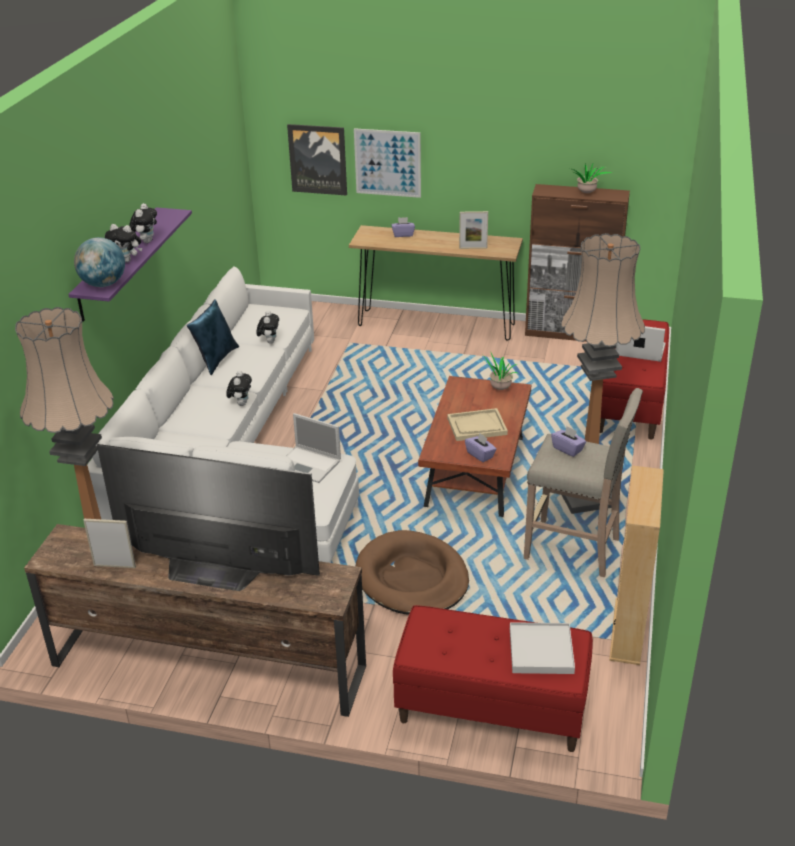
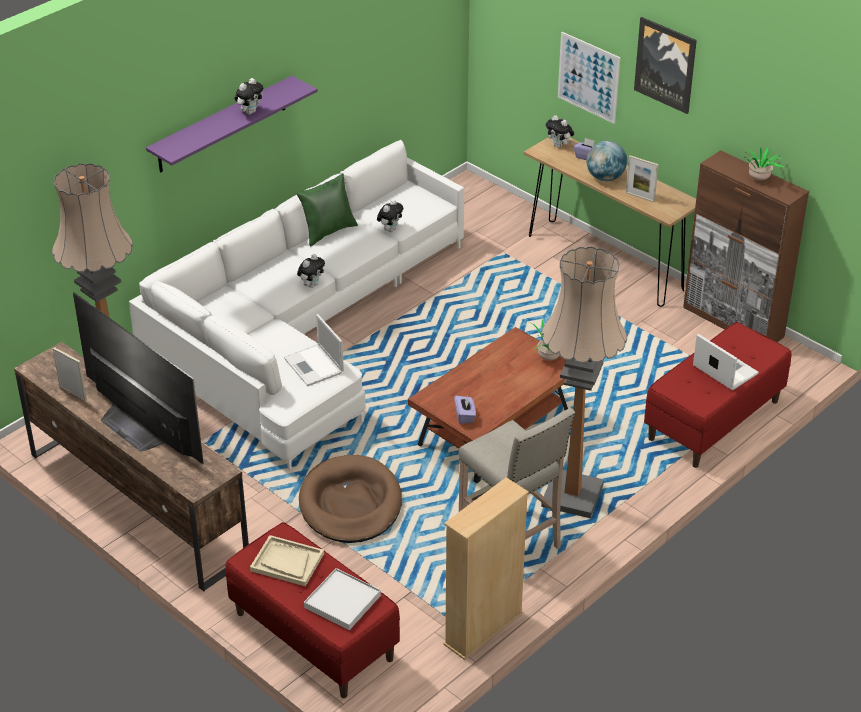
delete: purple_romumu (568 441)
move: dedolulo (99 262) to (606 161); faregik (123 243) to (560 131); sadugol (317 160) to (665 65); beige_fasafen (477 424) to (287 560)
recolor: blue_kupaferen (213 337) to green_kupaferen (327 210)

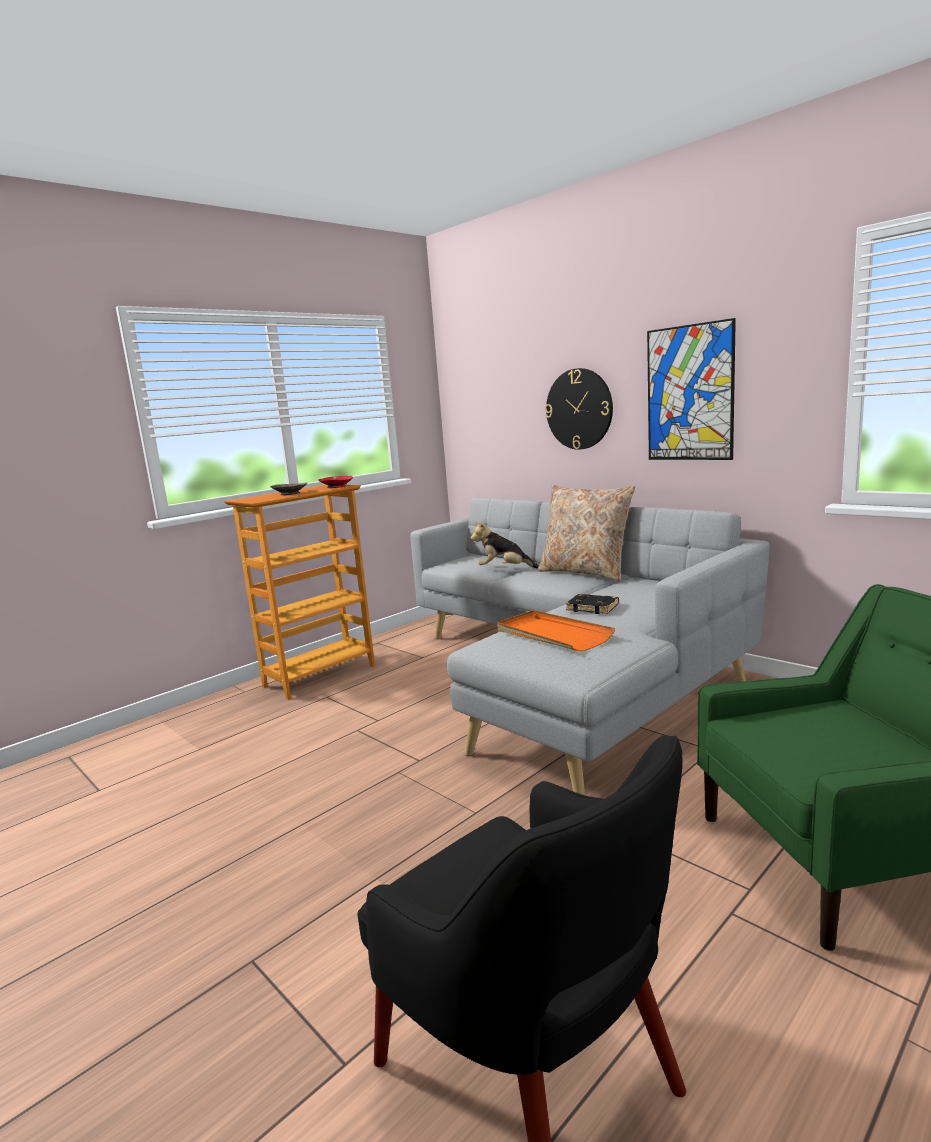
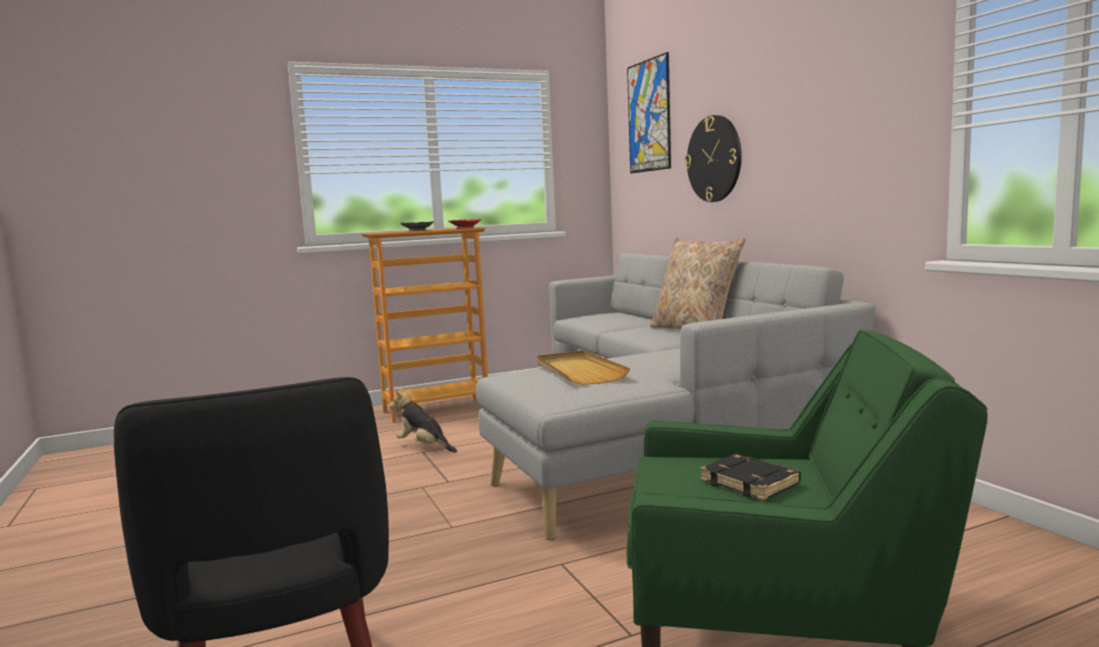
move: faregik (504 545) to (423 420); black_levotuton (592 604) to (750 477); sadugol (691 389) to (649 112)
recolor: orange_fasafen (556 631) to beige_fasafen (583 368)

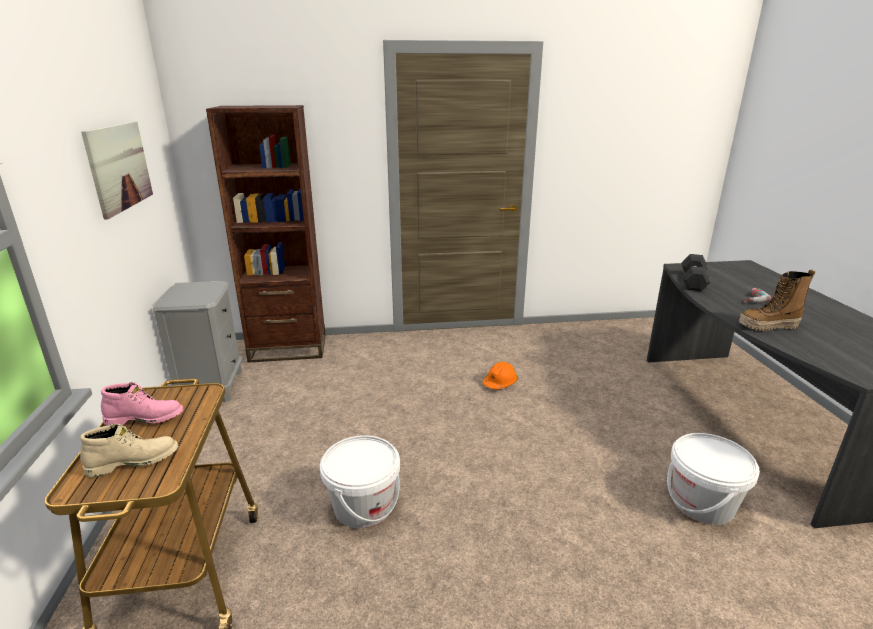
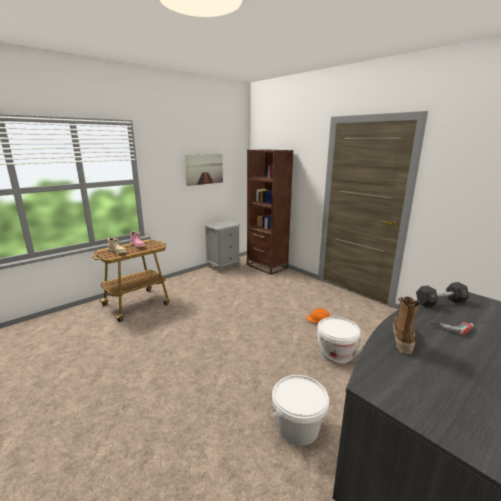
move: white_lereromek (360 481) to (339 340)
rotate: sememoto (777 300) = (406 325) 60 degrees clockwise

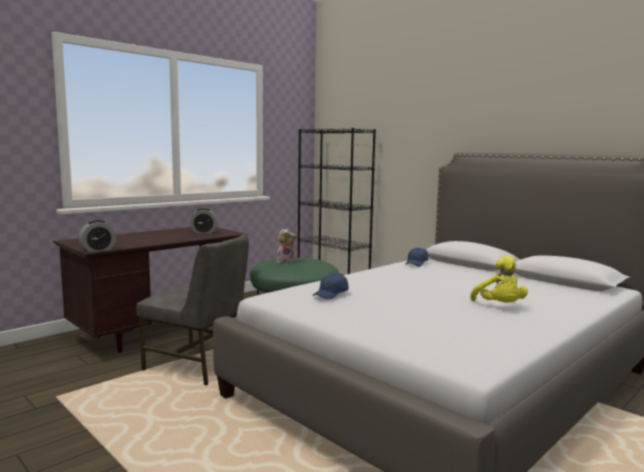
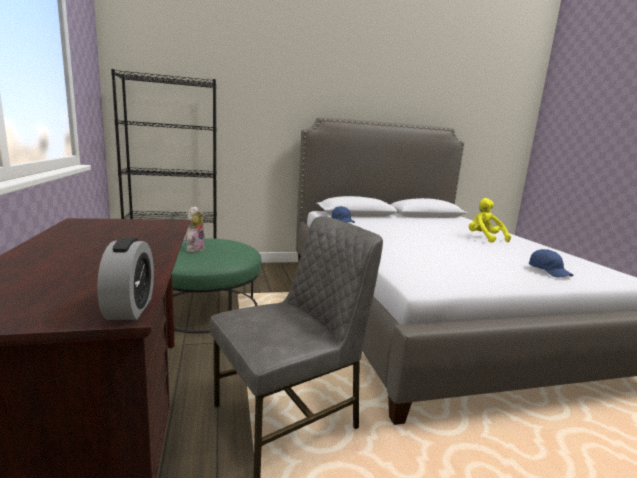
delete: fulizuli (203 220)
move: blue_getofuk (331 286) to (551 263)
rotate: yellow_faregik (499 279) = (490 220) 135 degrees counterclockwise

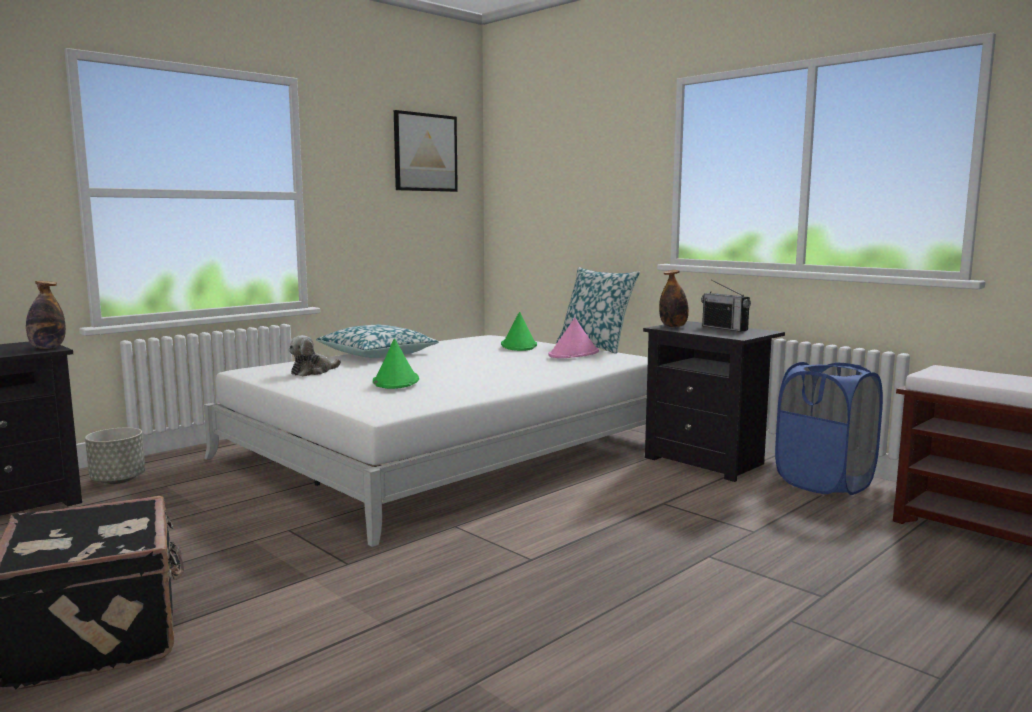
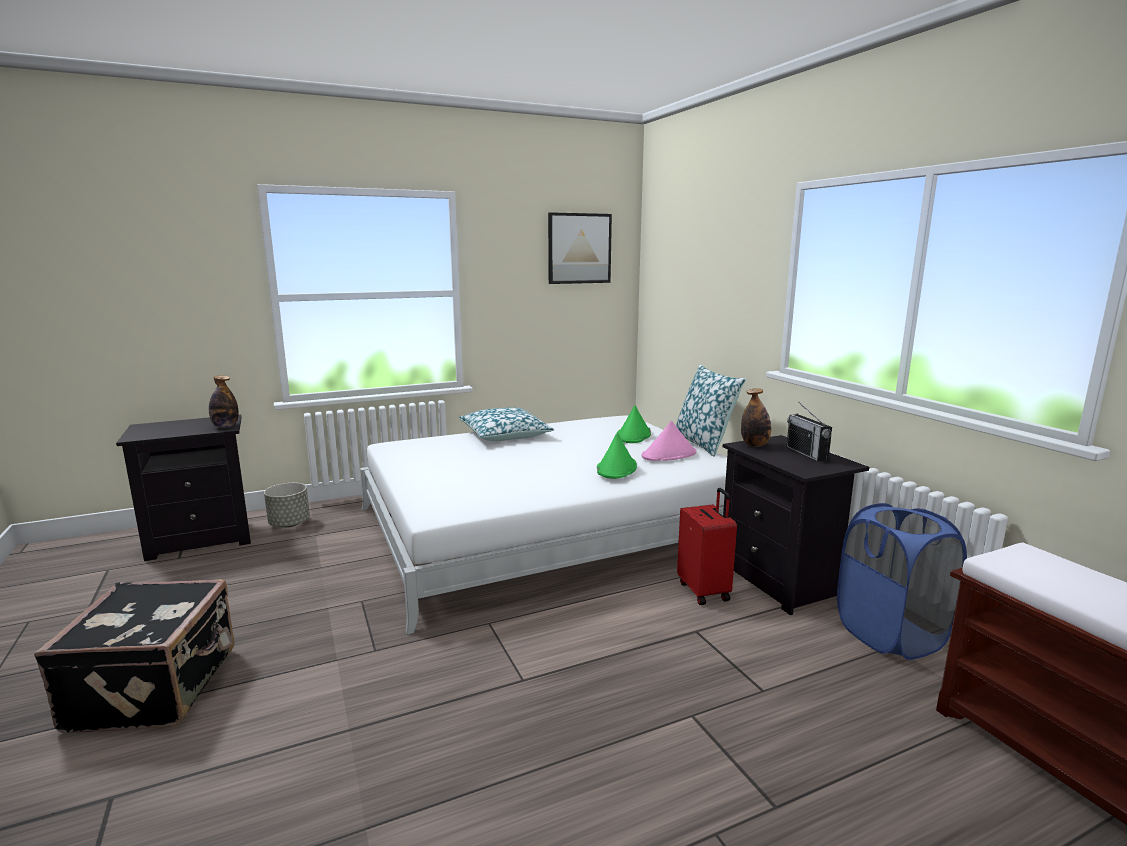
delete: faregik (315 356)
insert: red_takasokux (707 546)
move: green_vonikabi (396 364) to (617 456)

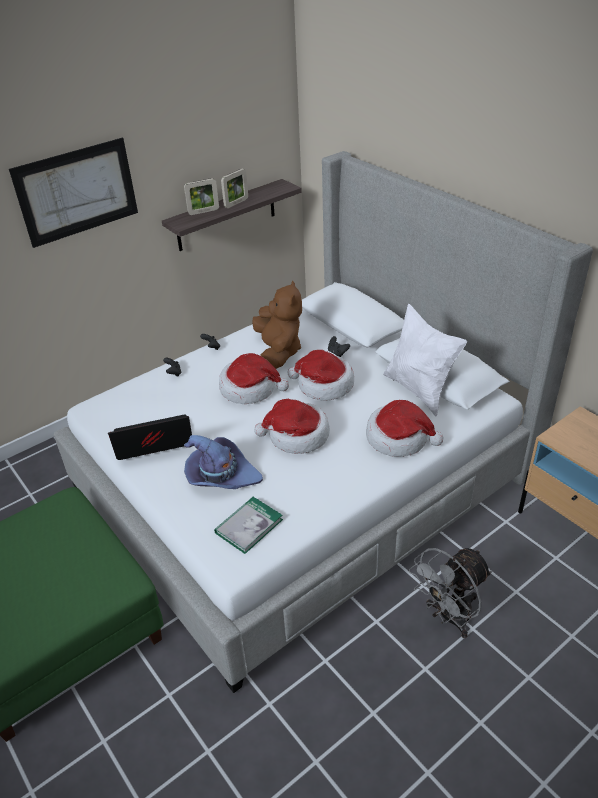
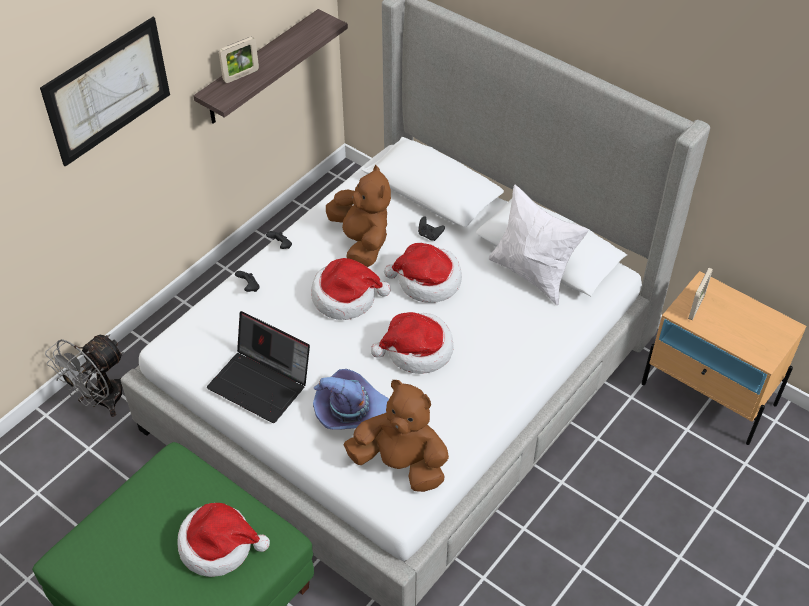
move: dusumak (234 188) to (700 294); vonikabi (405 428) to (223 540); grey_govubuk (450 593) to (84 375)
replace: levotuton (248 525) to brown_faregik (396 436)
rotate: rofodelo (150 437) = (258 367) 120 degrees counterclockwise

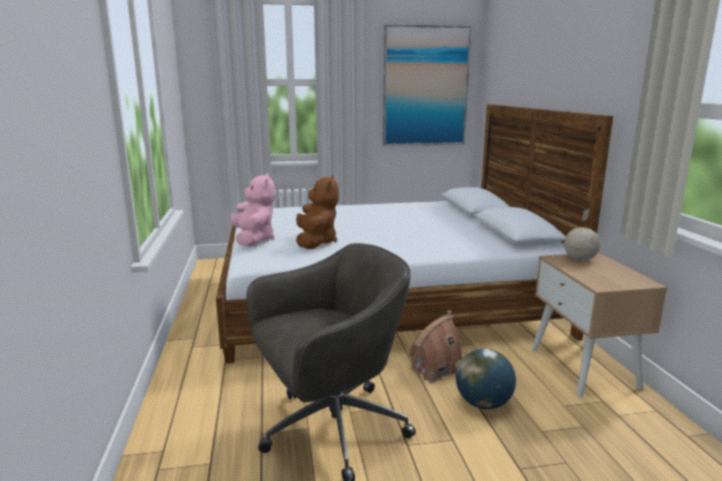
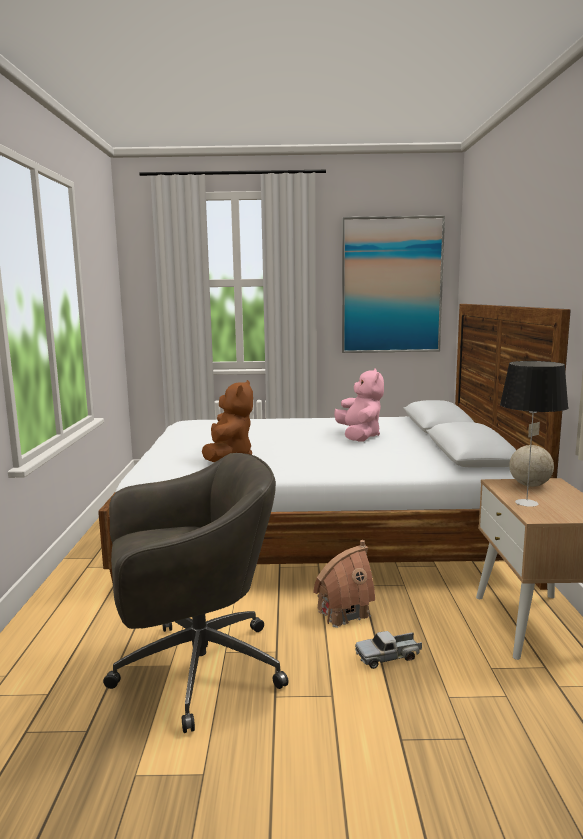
insert: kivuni (534 434)
move: pink_faregik (252 210) to (359 405)
replace: dedolulo (486 379) to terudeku (388 650)

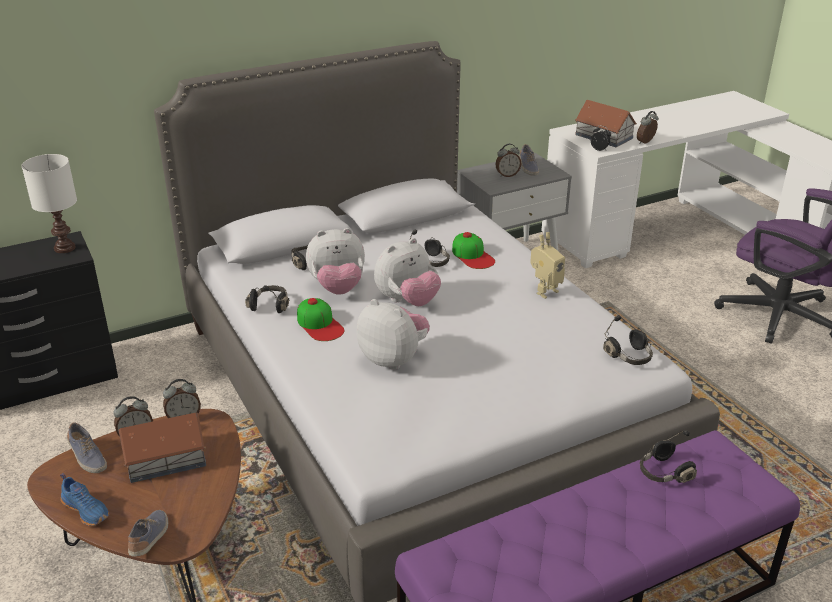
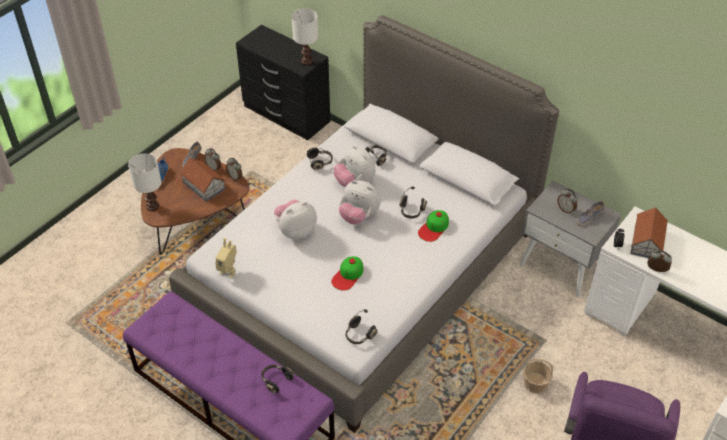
insert: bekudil (538 376)
move: getofuk (321 319) to (347 273); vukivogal (547 265) to (226 258)
replace: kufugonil (148 533) to white_kivuni (144 182)
rotate: faregik (393 334) = (295 219) 135 degrees counterclockwise

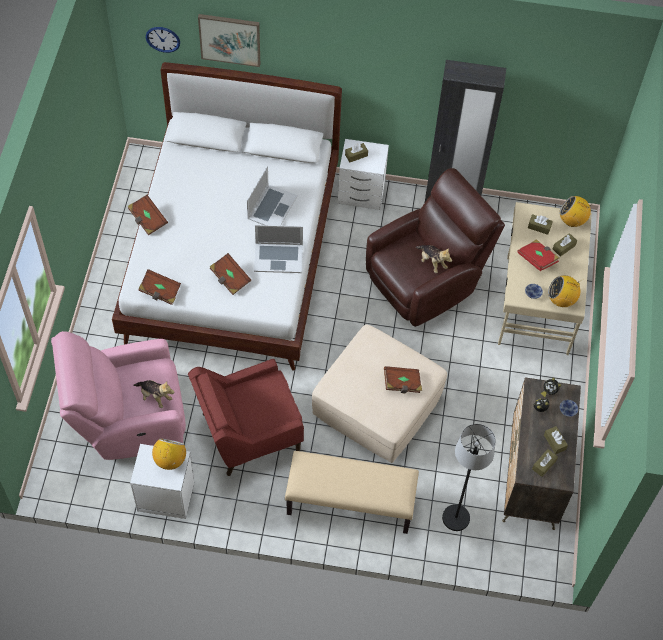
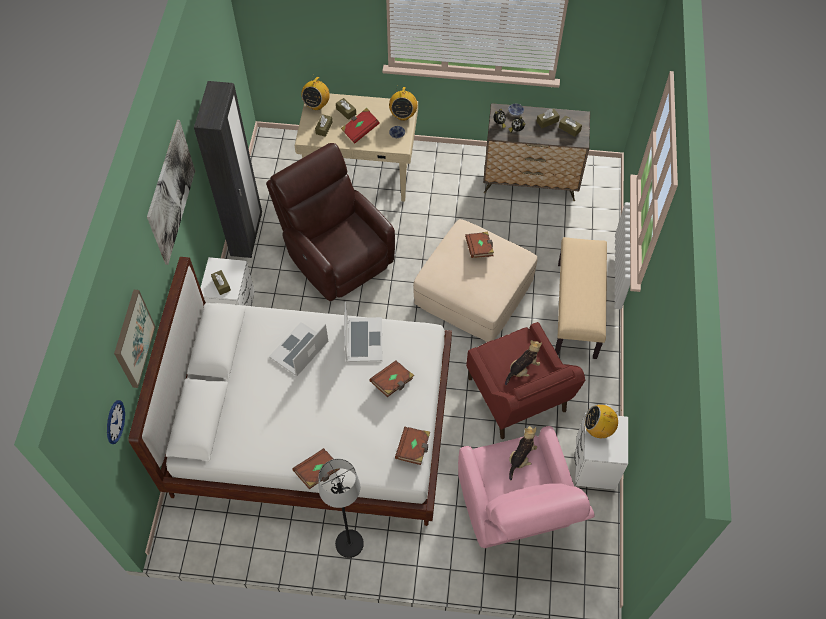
insert: sadugol (171 192)
move: faregik (434 259) to (523 362); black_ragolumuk (469 477) to (341 508)
rotate: rofodelo (272 196) = (298 349) 75 degrees counterclockwise

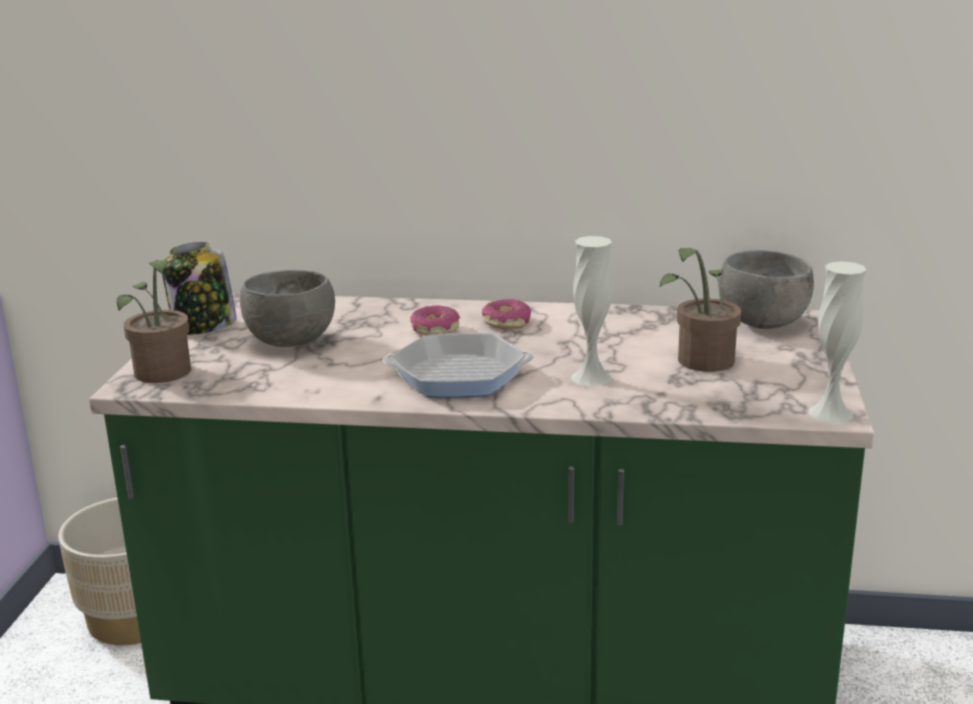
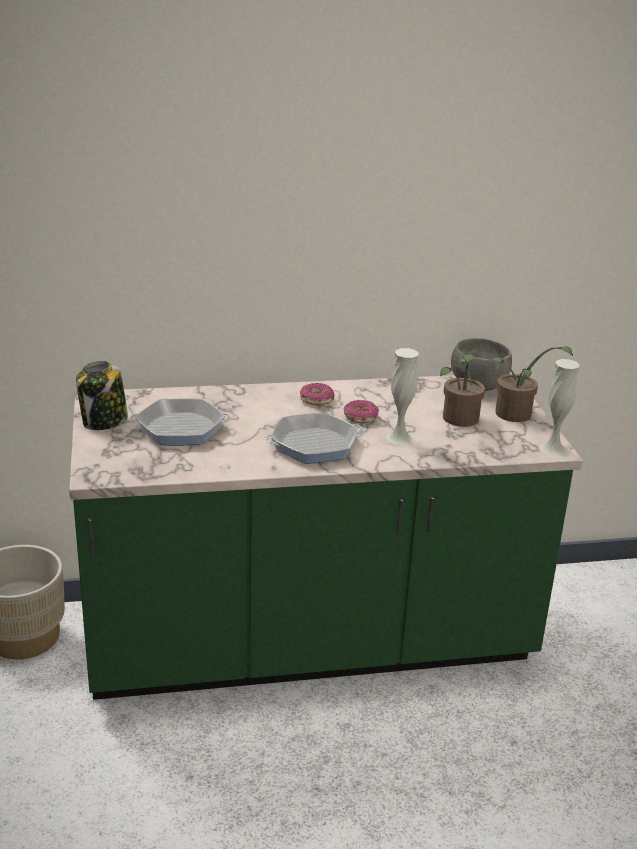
move: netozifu (154 321) to (531 384); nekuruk (435 320) to (361 411)
replace: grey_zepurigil (287 308) to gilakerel (180 421)

